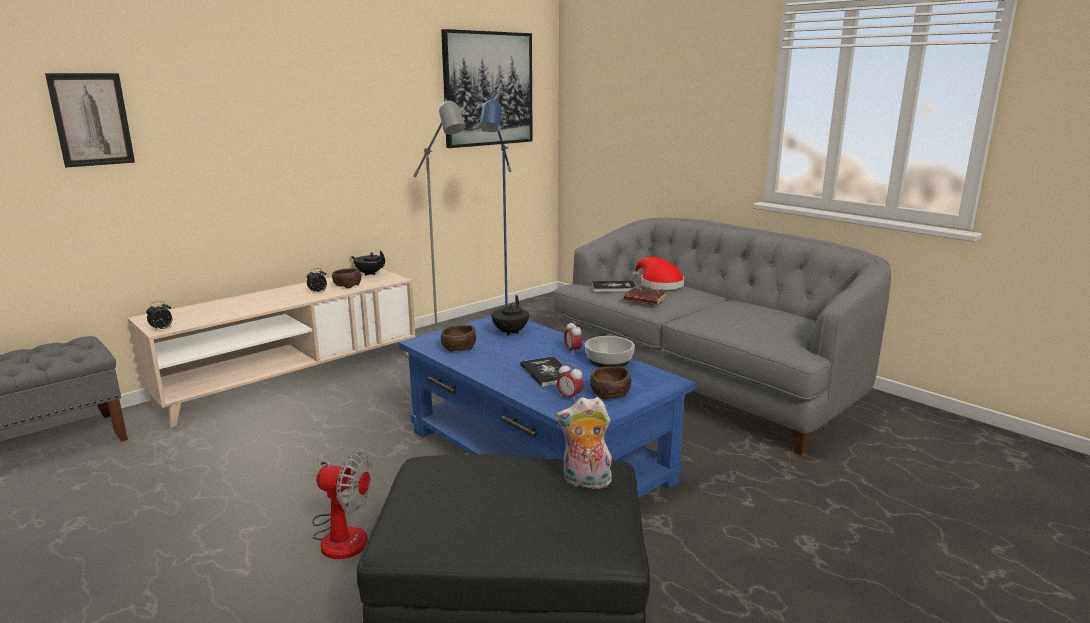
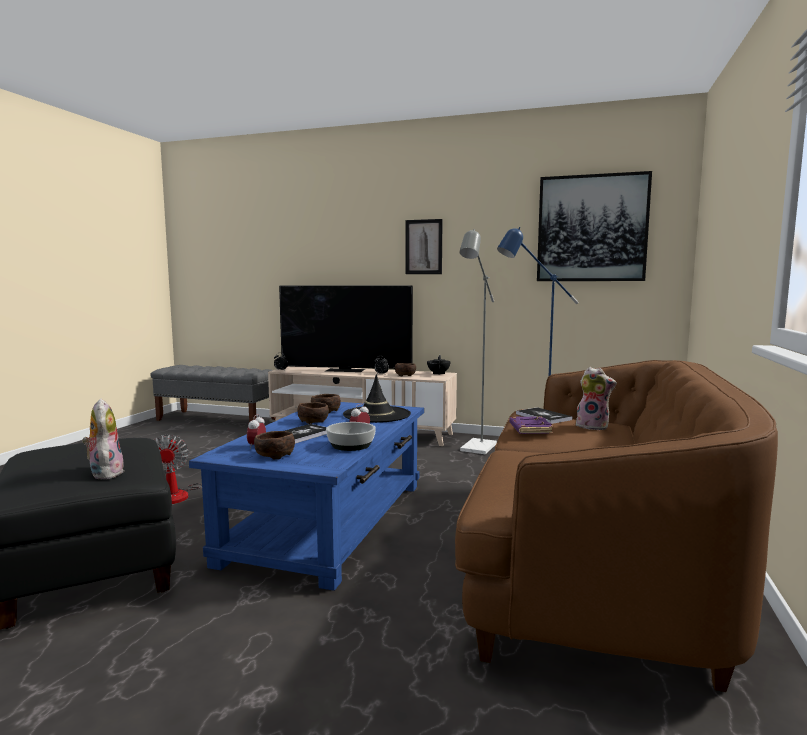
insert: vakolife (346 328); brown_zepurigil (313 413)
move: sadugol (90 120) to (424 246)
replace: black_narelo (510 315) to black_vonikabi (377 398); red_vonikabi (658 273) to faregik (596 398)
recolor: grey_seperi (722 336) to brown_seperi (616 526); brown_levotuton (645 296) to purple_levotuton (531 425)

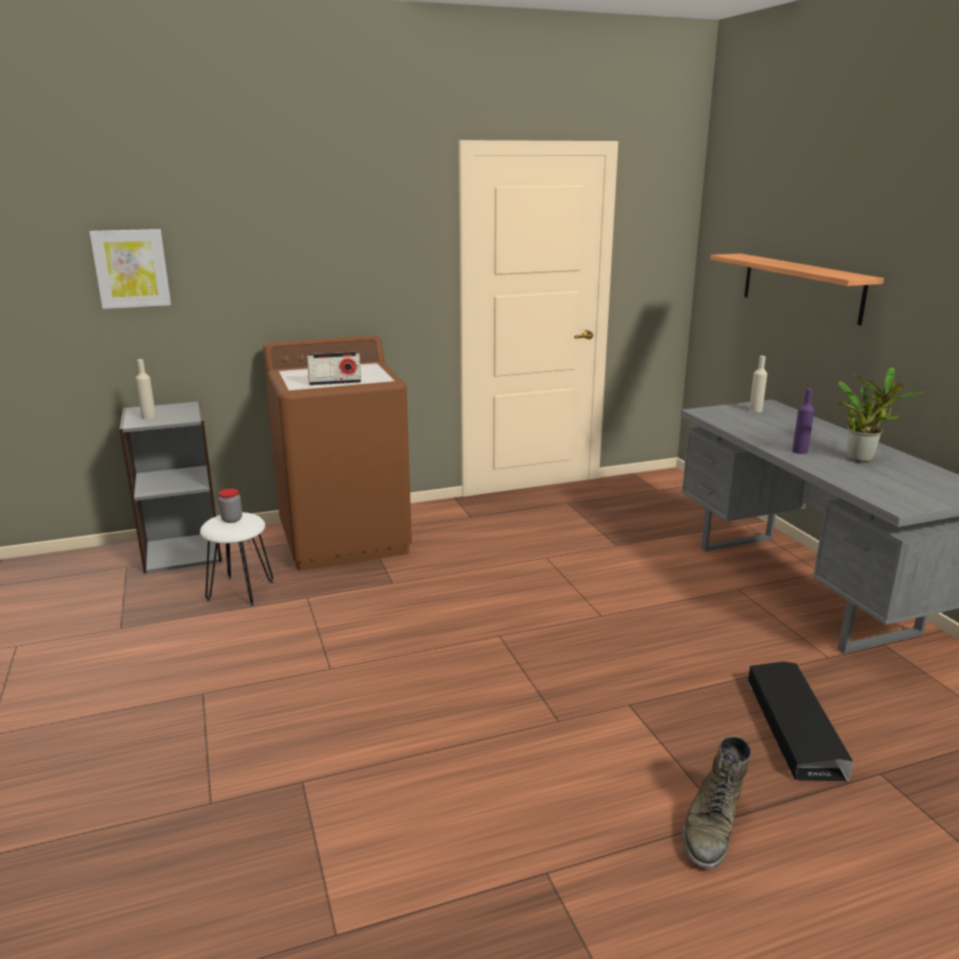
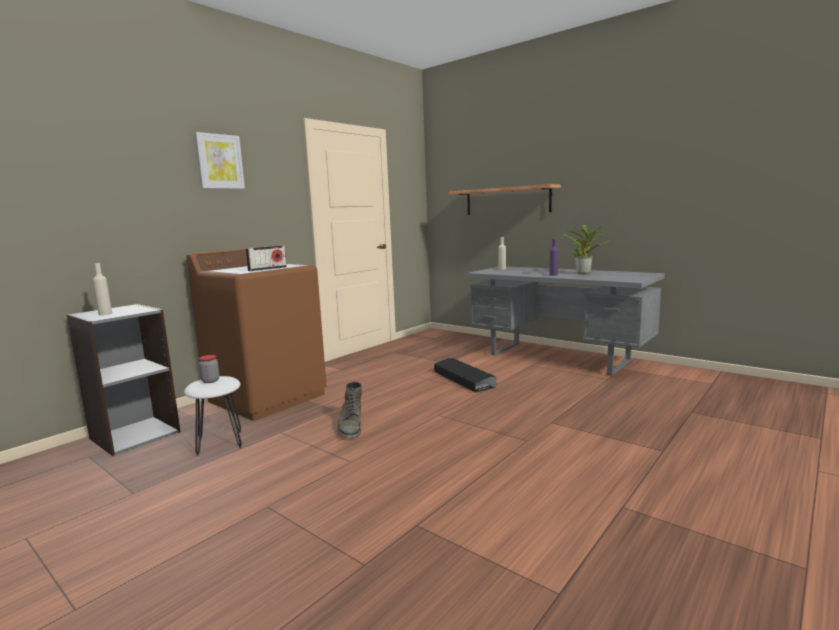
move: sadugol (130 269) to (219 160); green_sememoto (716 802) to (349 410); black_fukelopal (800 721) to (465 375)

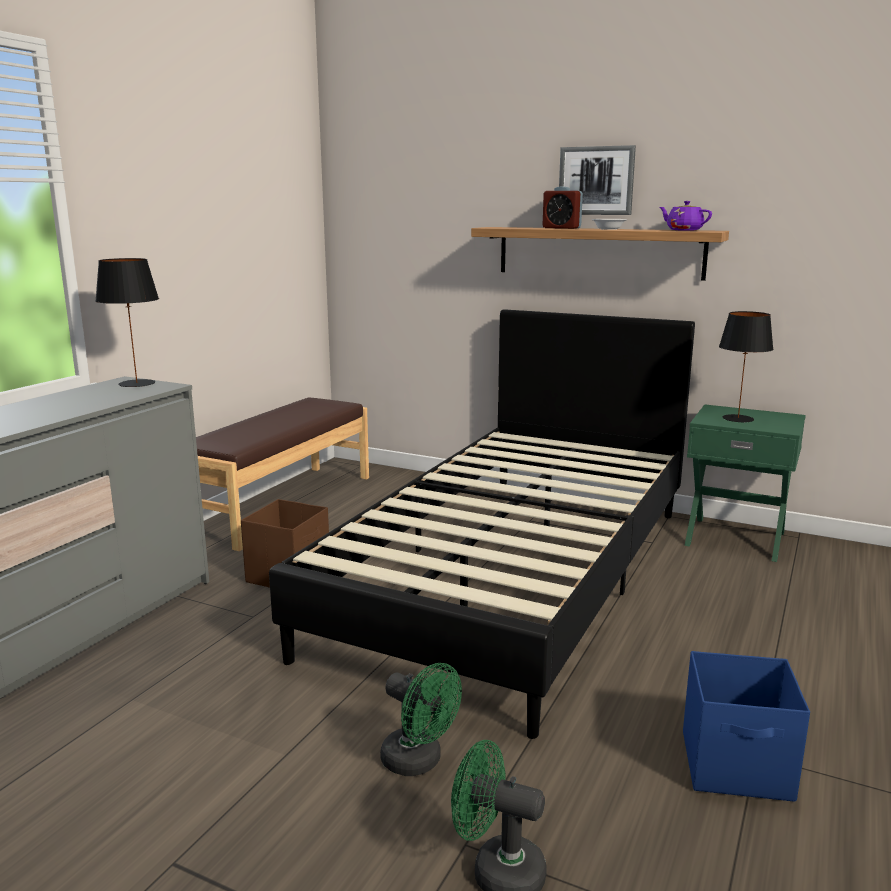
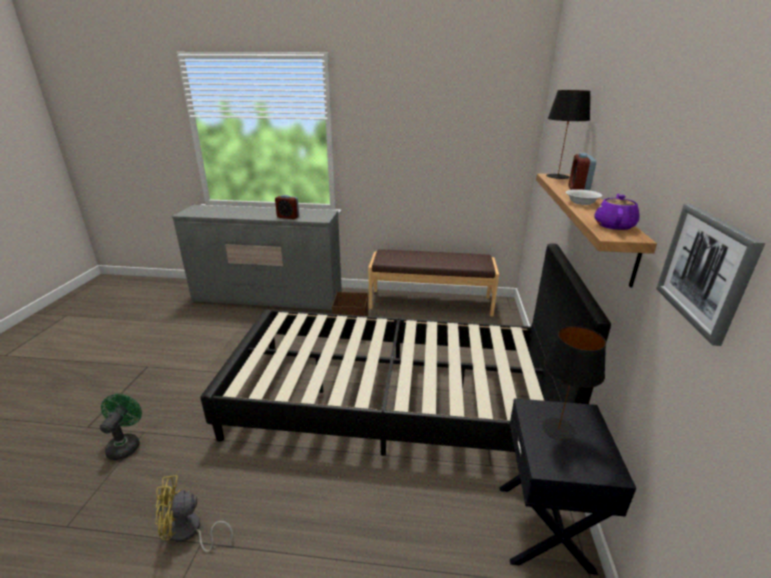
delete: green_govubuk (421 719)
insert: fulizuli (287 207)
move: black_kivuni (127 322) to (568 134); sadugol (597 180) to (710 275)
replace: blue_fukelopal (746 726) to yellow_govubuk (194 514)
recolor: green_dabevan (745 483) to black_dabevan (567 486)

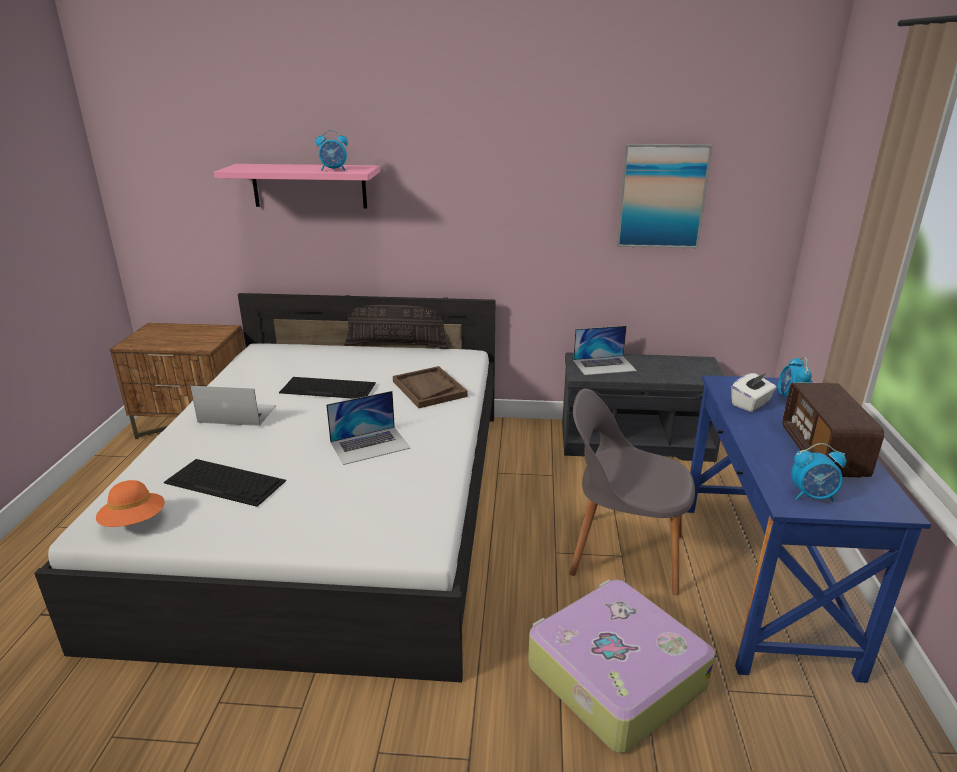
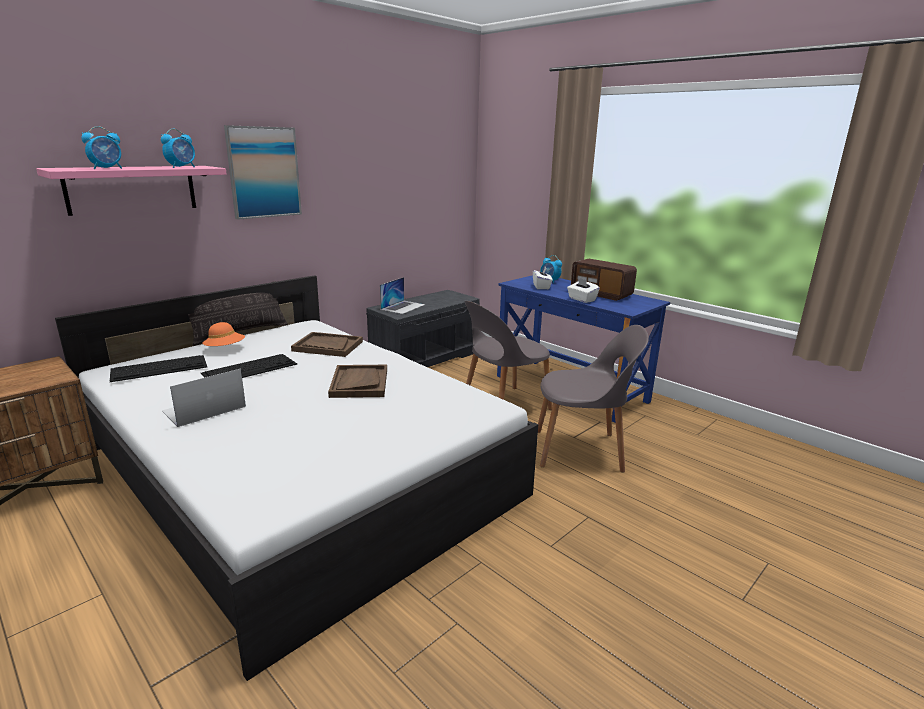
insert: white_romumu (583 290)
move: orange_vonikabi (130 503) to (223 334); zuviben (225 483) to (158 368); sadugol (664 196) to (263 172); fulizuli (818 472) to (101 147)
replace: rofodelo (368 428) to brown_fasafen (357 381); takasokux (621 666) to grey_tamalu (593 399)

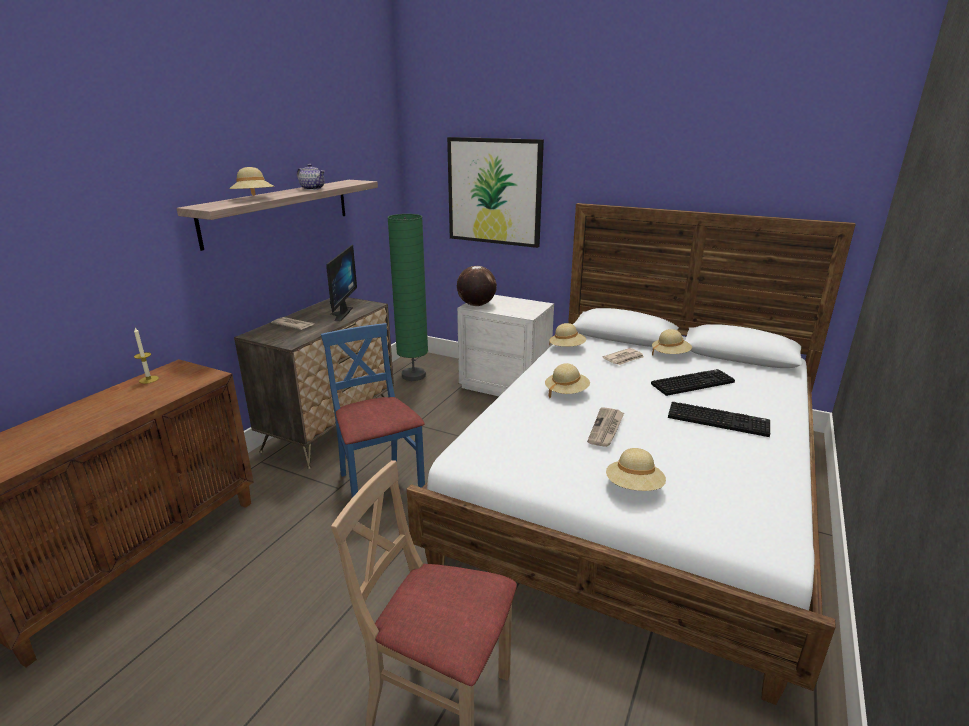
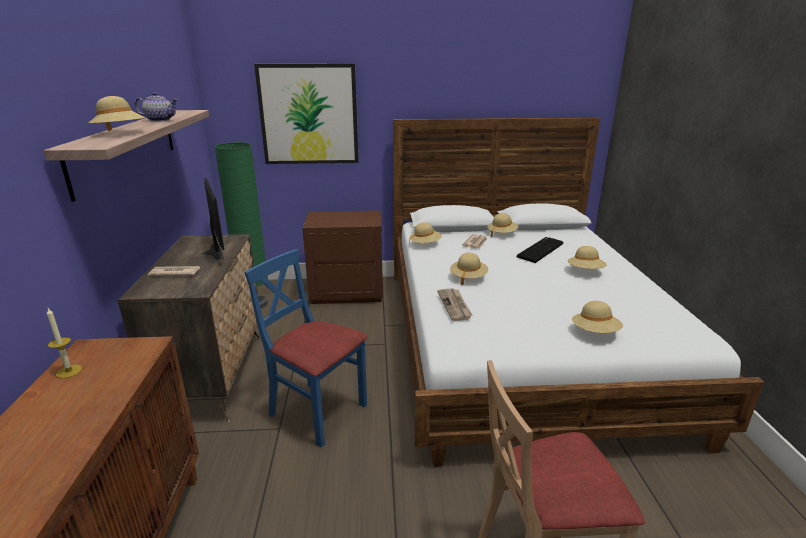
delete: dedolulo (477 286)
move: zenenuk (605 427) to (454 304)
replace: zuviben (719 419) to beige_vonikabi (587 257)
recolor: white_dabevan (505 345) to brown_dabevan (342 257)

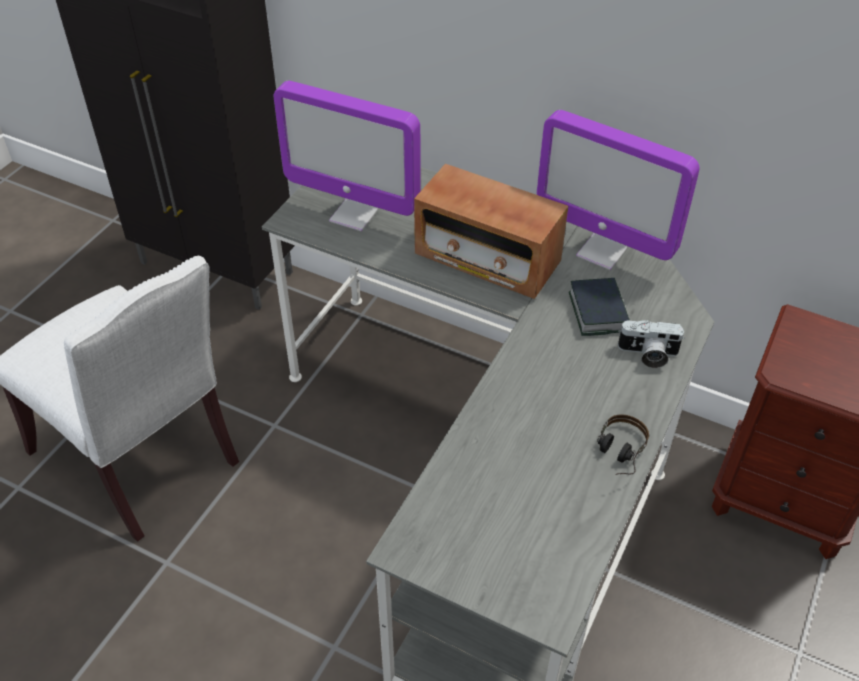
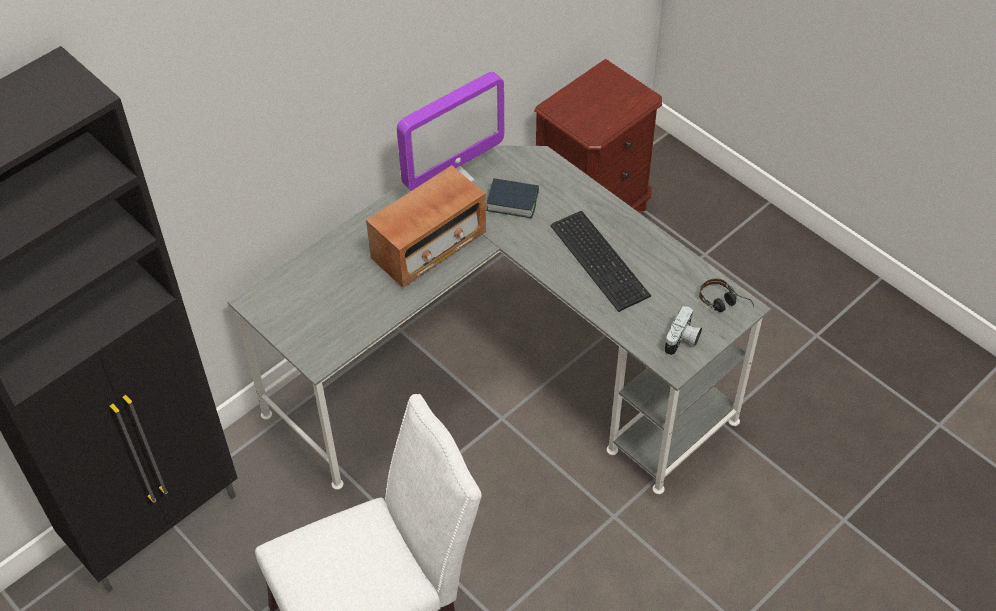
delete: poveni (347 156)
insert: zuviben (600 261)
move: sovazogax (623 444) to (726 295); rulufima (651 344) to (683 331)

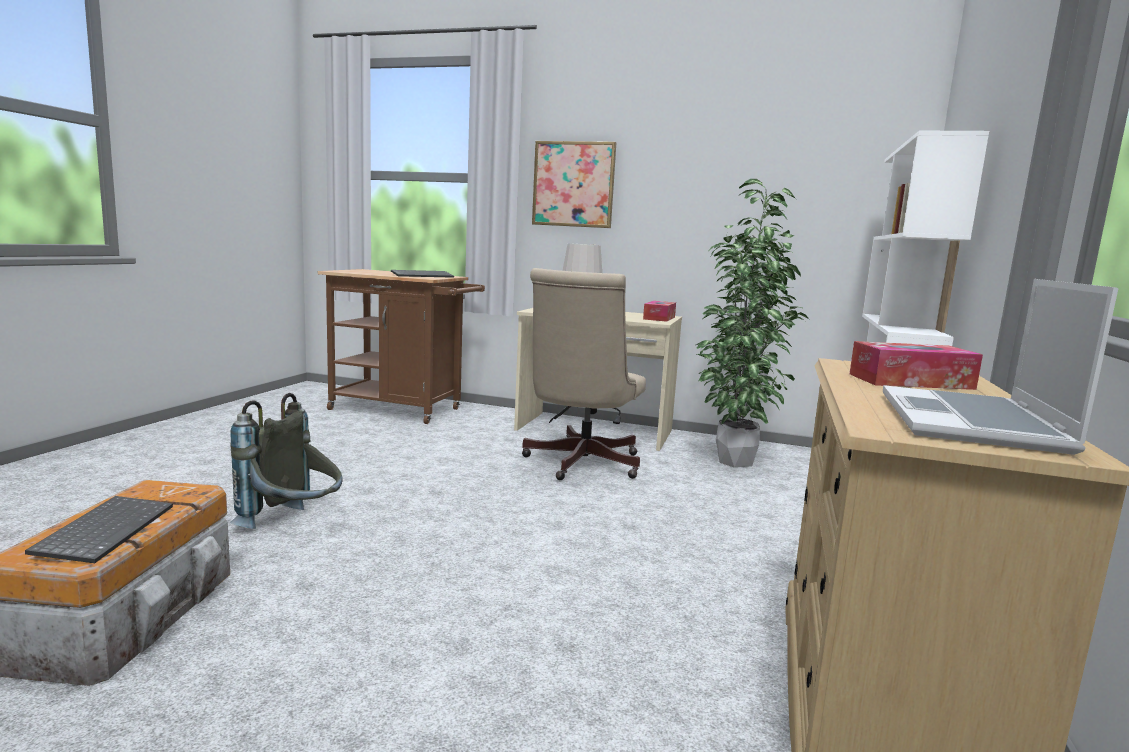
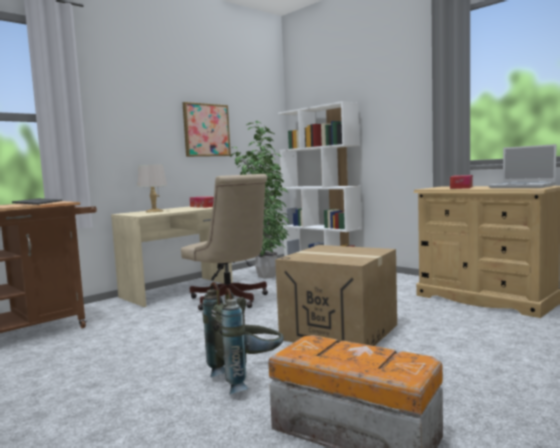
delete: zuviben (99 529)
insert: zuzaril (336 295)
move: sadugol (574 184) to (206 129)

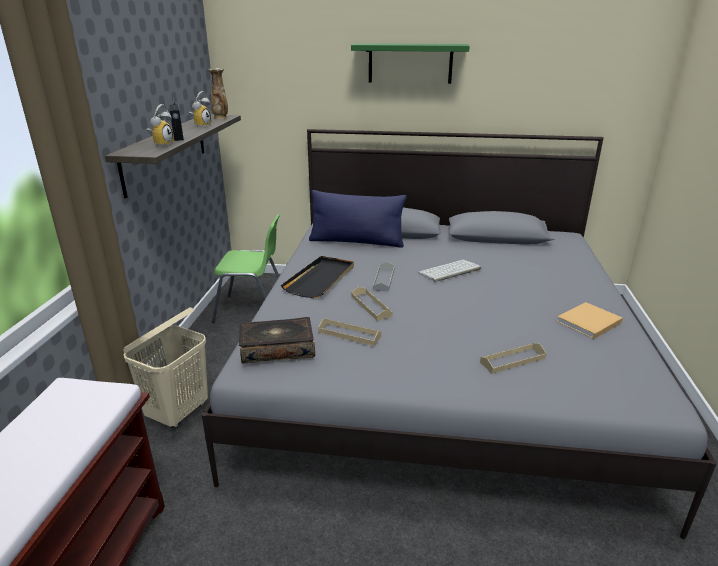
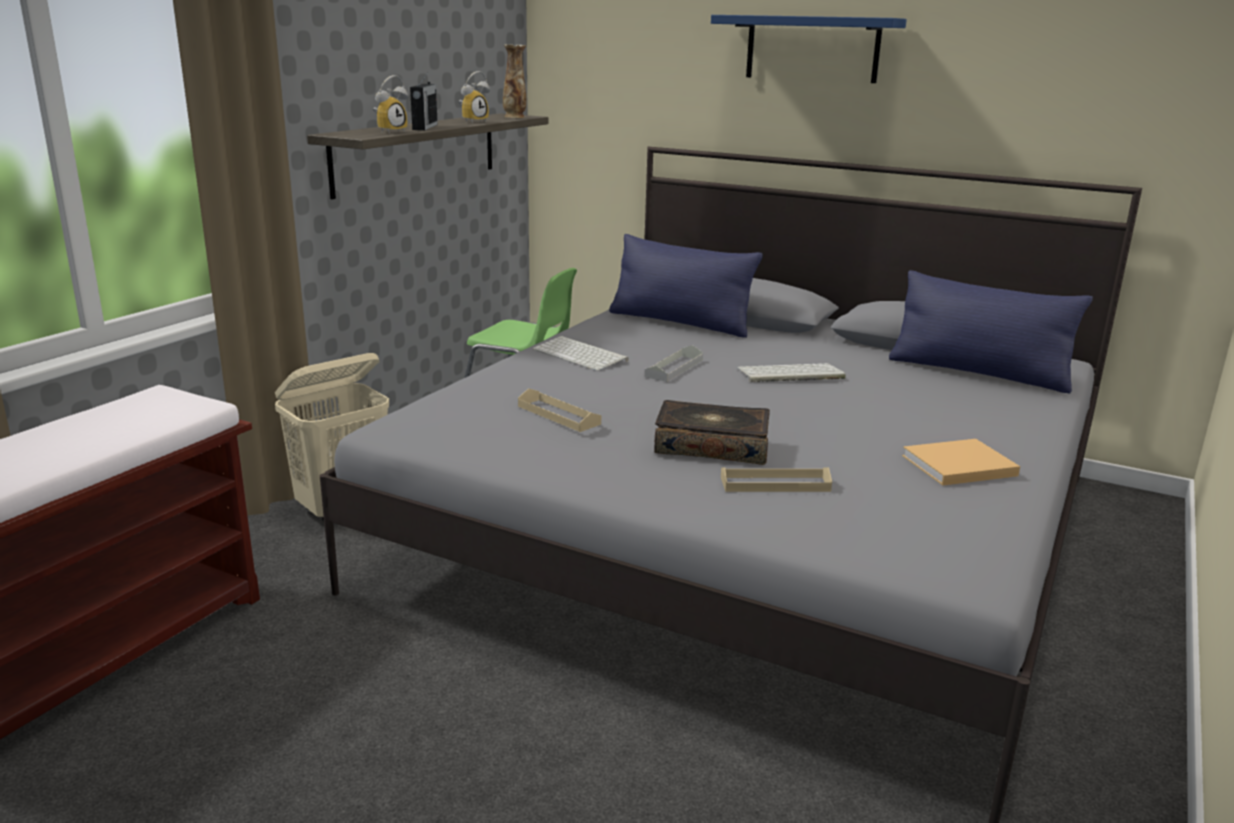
delete: beige_fasafen (372 304)
insert: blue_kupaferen (991 331)
move: levotuton (277 340) to (712 432)
replace: black_fasafen (317 277) to zuviben (581 353)
recolor: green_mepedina (410 63) to blue_mepedina (809 49)

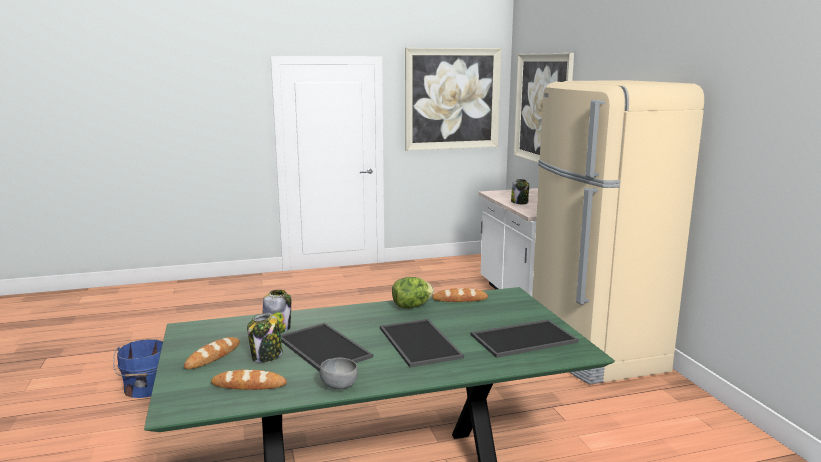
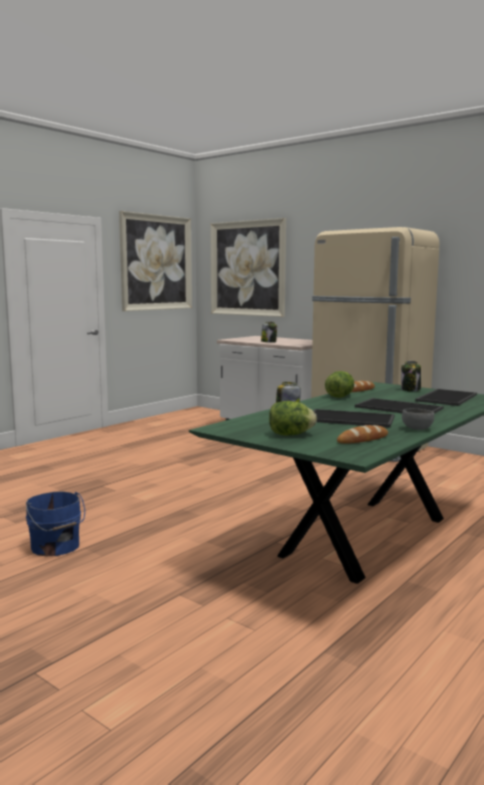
move: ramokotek (265 338) to (411 376)
replace: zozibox (212 353) to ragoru (293 418)

